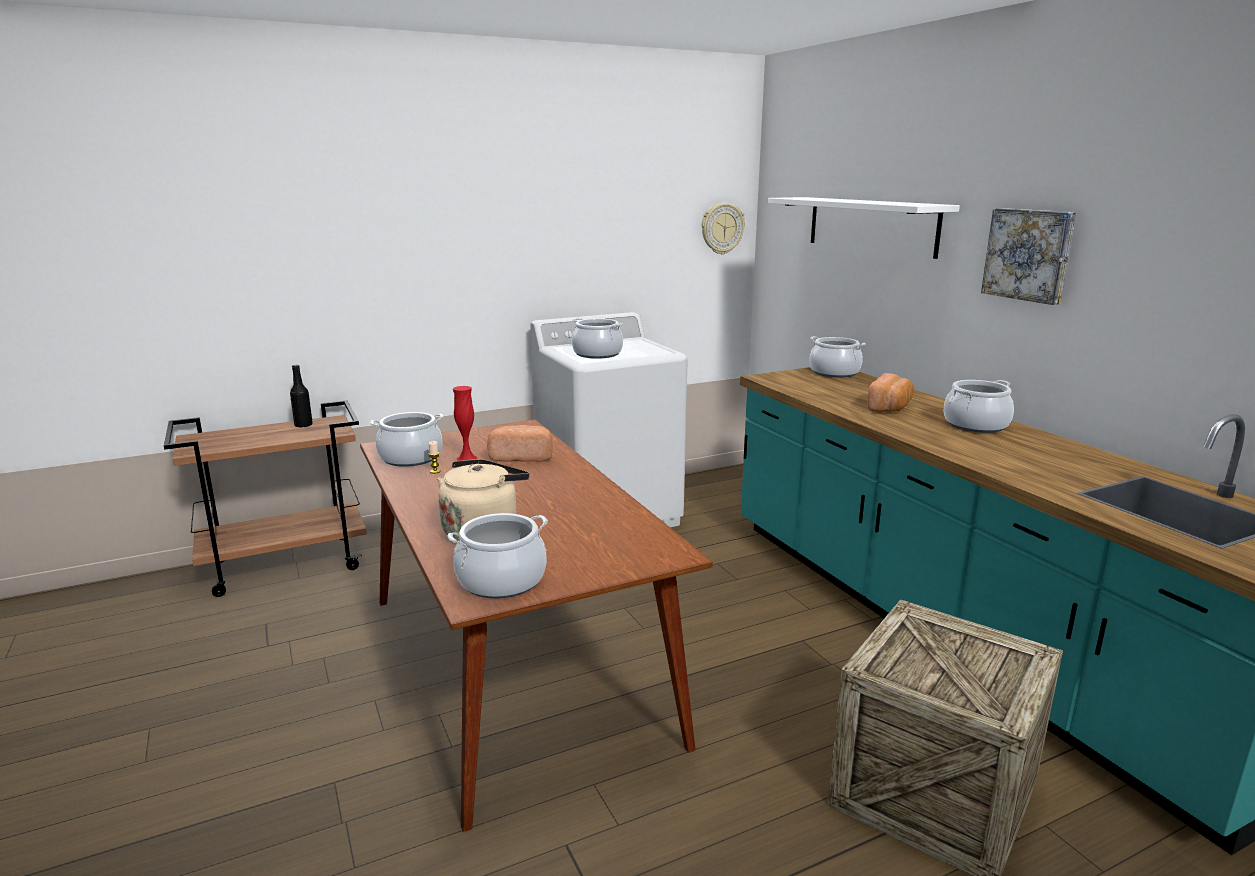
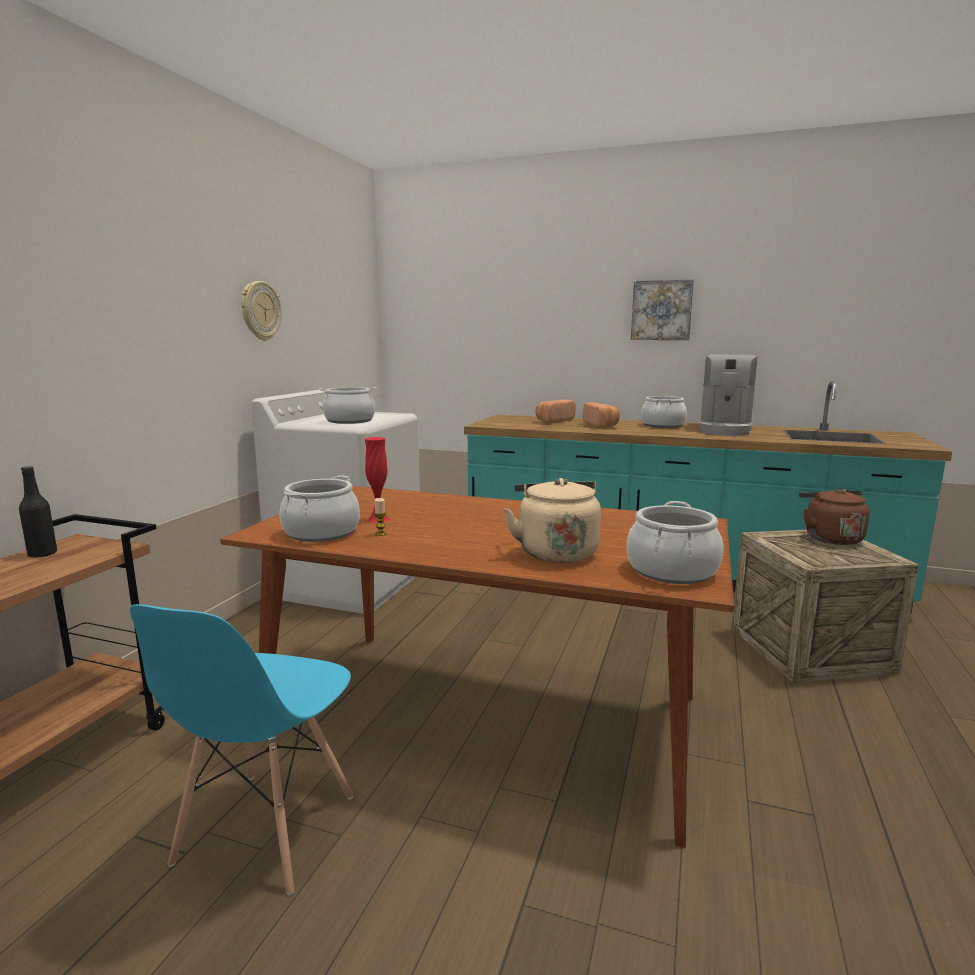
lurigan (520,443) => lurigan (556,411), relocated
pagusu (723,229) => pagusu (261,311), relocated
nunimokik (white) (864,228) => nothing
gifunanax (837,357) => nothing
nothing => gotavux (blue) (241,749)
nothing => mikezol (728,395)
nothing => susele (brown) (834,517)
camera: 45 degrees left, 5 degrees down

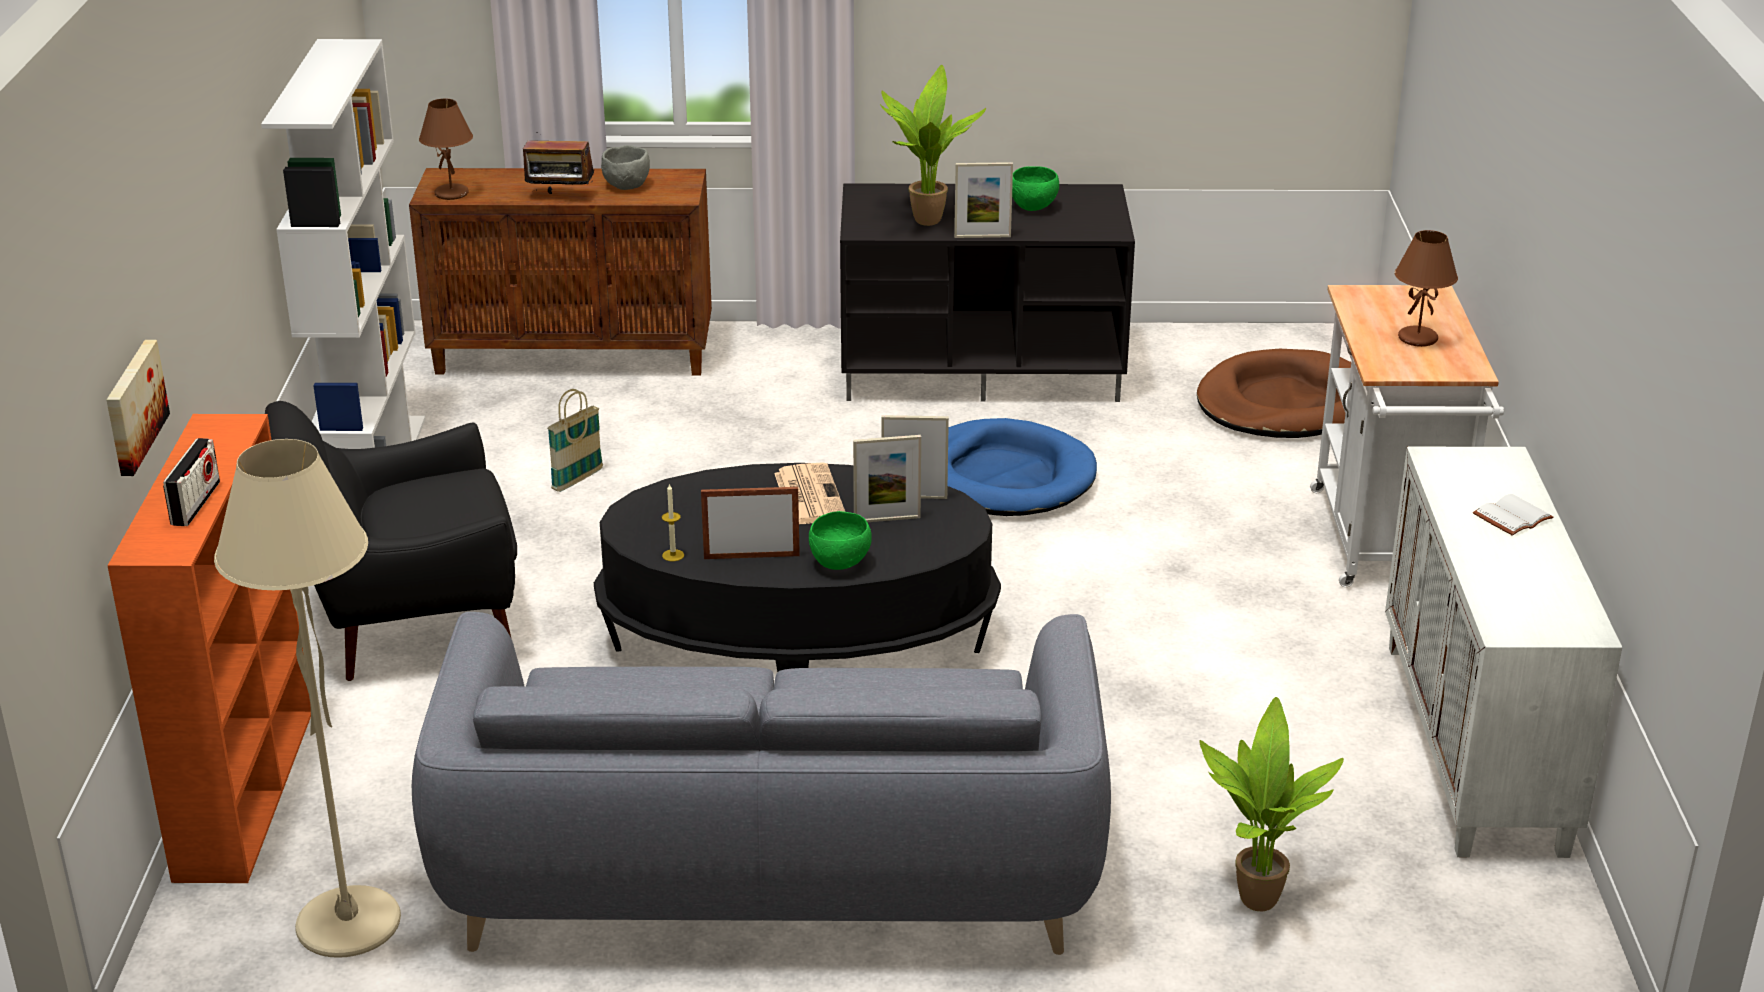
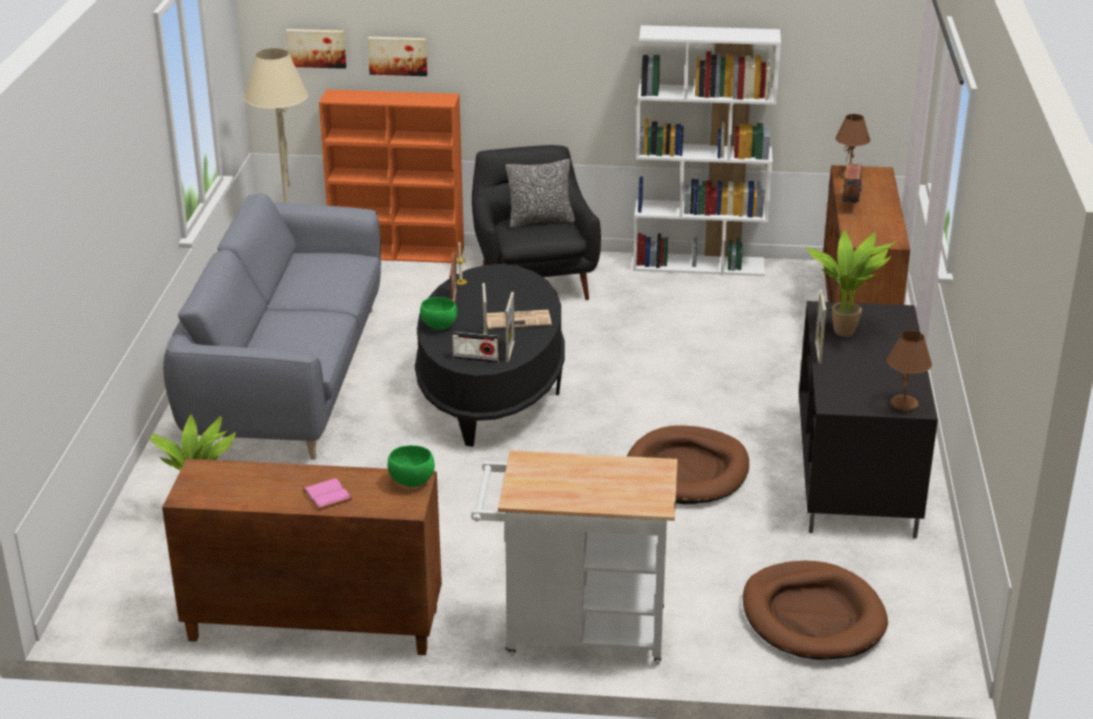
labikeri (191,482) => labikeri (476,347), relocated
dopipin (575,440) => nothing
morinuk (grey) (625,167) => nothing
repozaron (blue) (1022,467) => repozaron (brown) (688,464)
morinuk (green) (1035,188) => morinuk (green) (411,466), relocated
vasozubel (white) (1503,652) => vasozubel (brown) (302,557)
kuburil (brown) (1426,288) => kuburil (brown) (909,370), relocated
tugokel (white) (1513,515) => tugokel (pink) (327,494)
nothing => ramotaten (316,49)
nothing => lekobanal (540,193)
camera: 95 degrees right, 0 degrees up

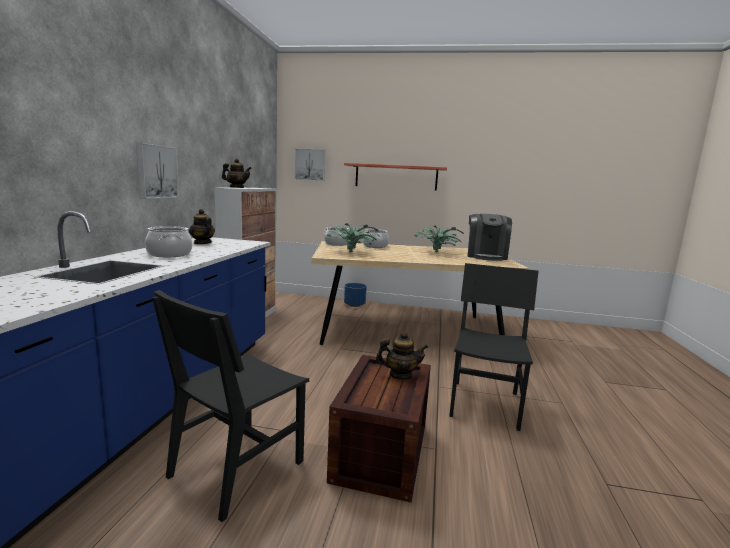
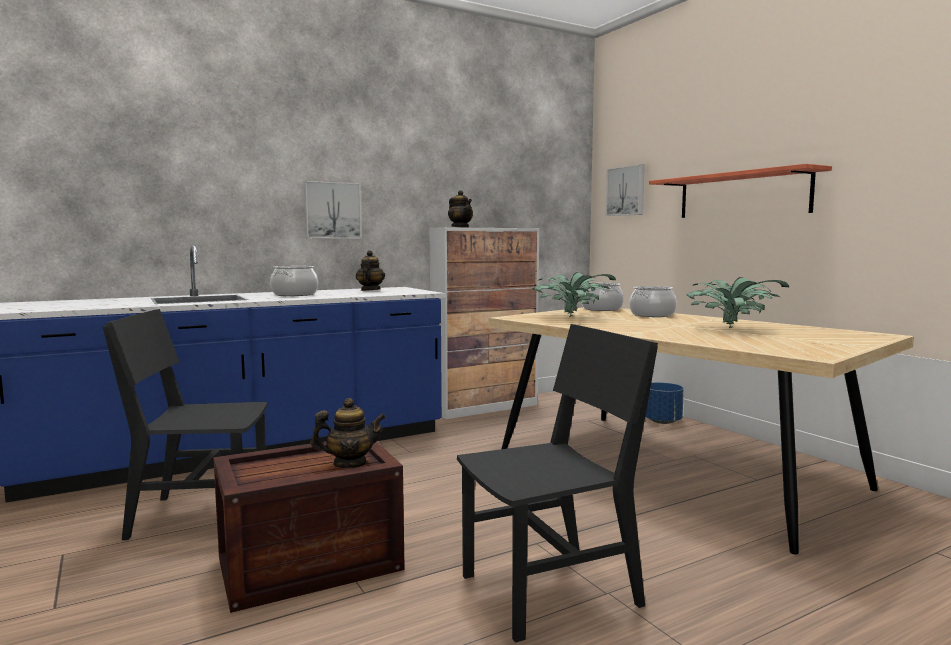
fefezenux (402,356) => fefezenux (348,433), 60 degrees counterclockwise
mikezol (490,237) => nothing
camera: 50 degrees right, 5 degrees down

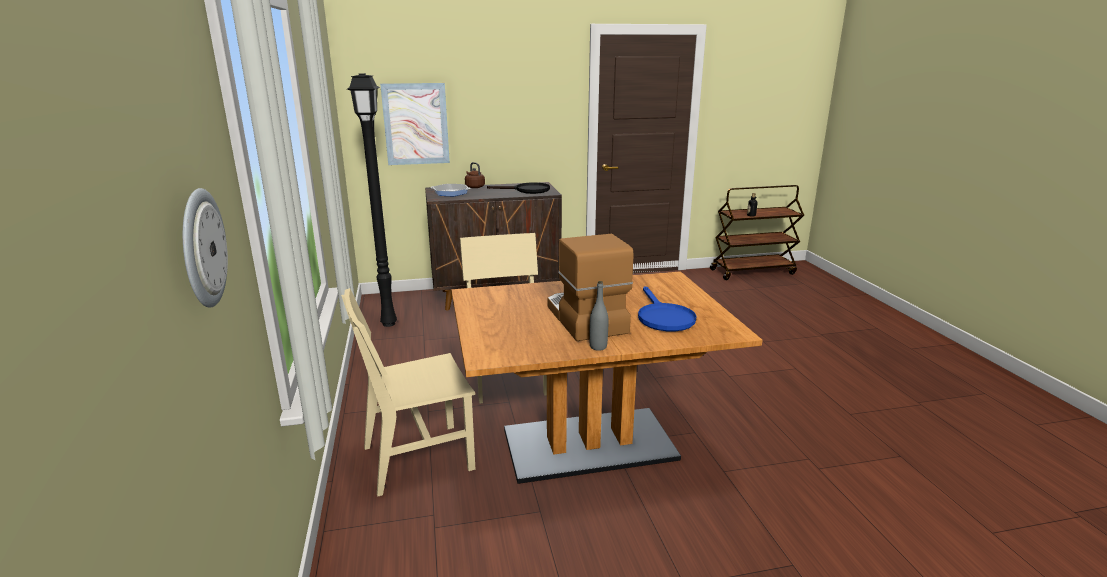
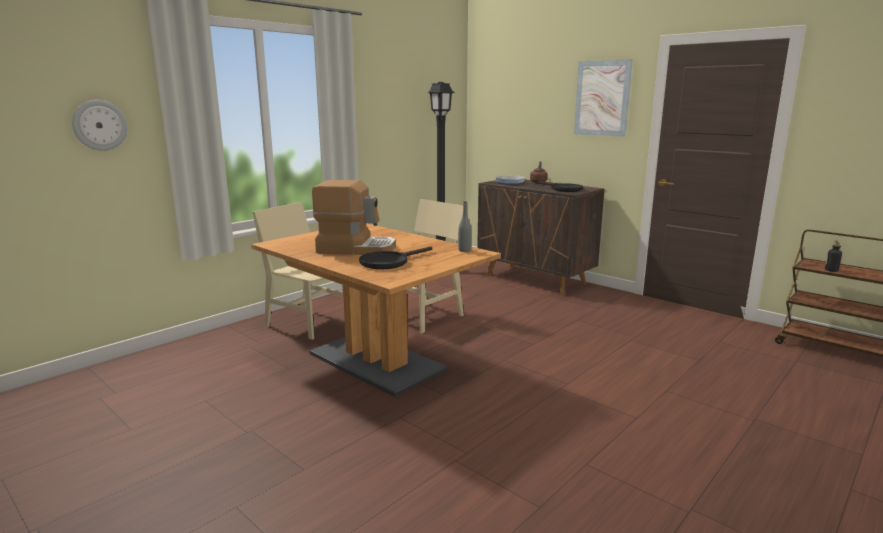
ramotaten (415,124) => ramotaten (603,98), relocated
mikezol (590,287) => mikezol (354,217), 60 degrees clockwise
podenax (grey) (598,316) => podenax (grey) (465,226), relocated
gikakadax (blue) (667,308) => gikakadax (black) (395,257)
camera: 55 degrees right, 5 degrees down

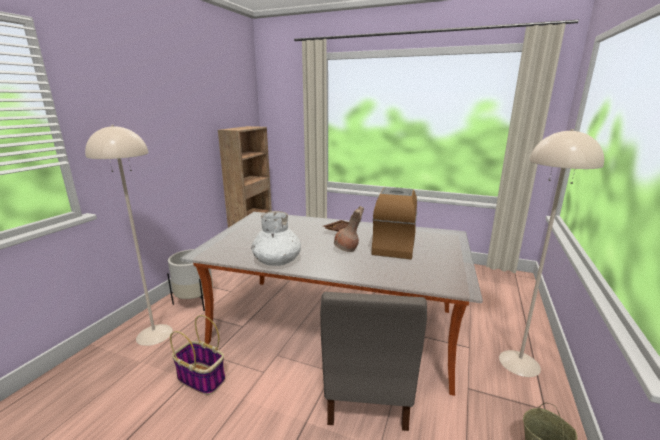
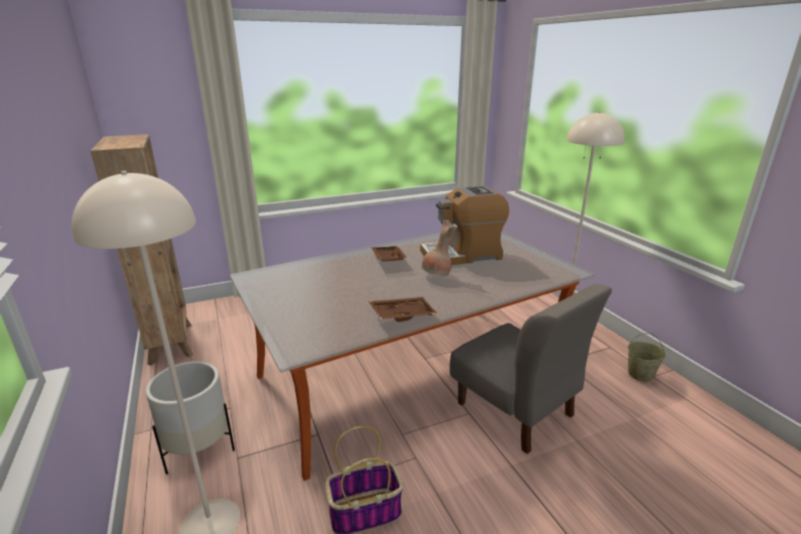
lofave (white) (276,238) => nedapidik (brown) (403,309)
mikezol (394,223) => mikezol (464,225), 75 degrees counterclockwise
camera: 45 degrees left, 5 degrees up

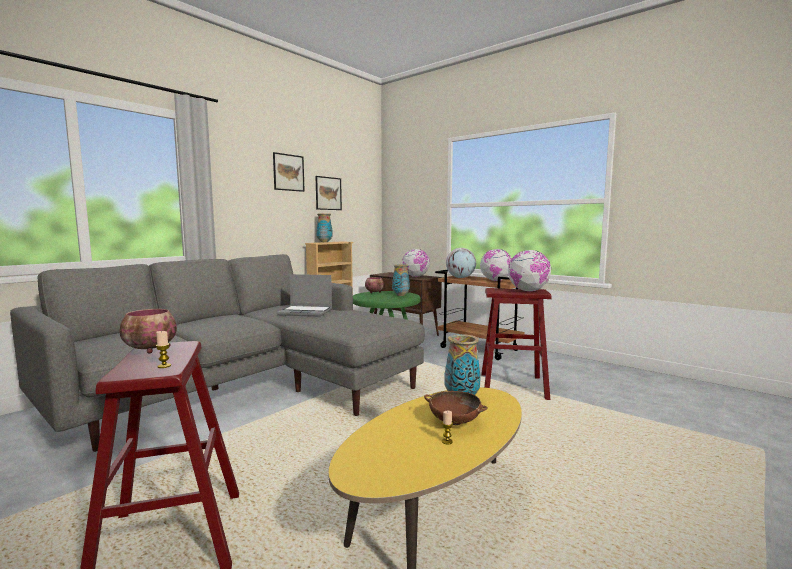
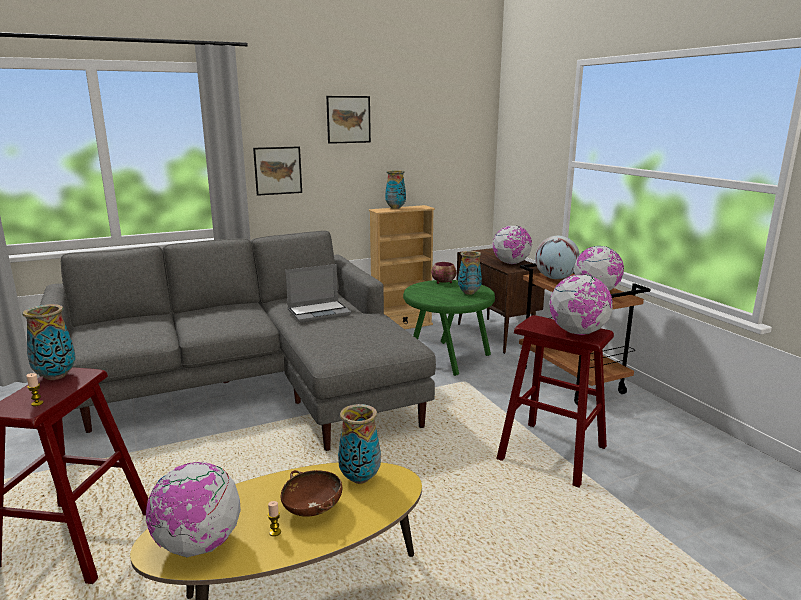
morinuk (148,331) => lofave (49,342)
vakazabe (304,295) => vakazabe (318,293), 60 degrees counterclockwise
ramotaten (329,193) => ramotaten (277,171), relocated
nothing => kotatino (193,509)
camera: 25 degrees right, 10 degrees up

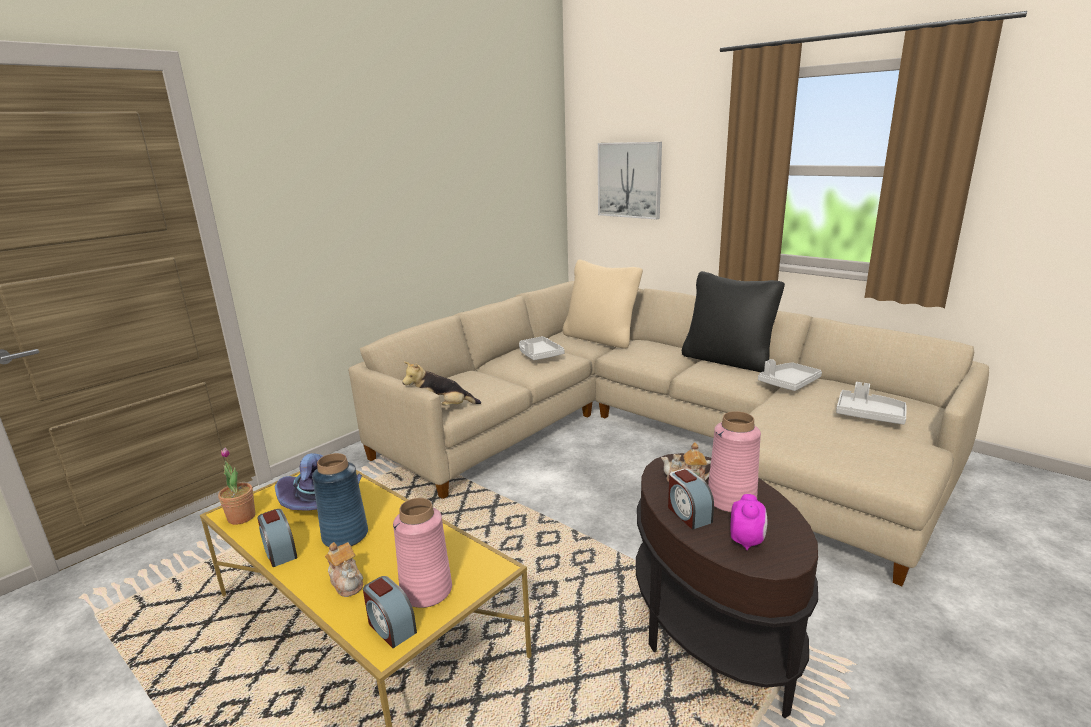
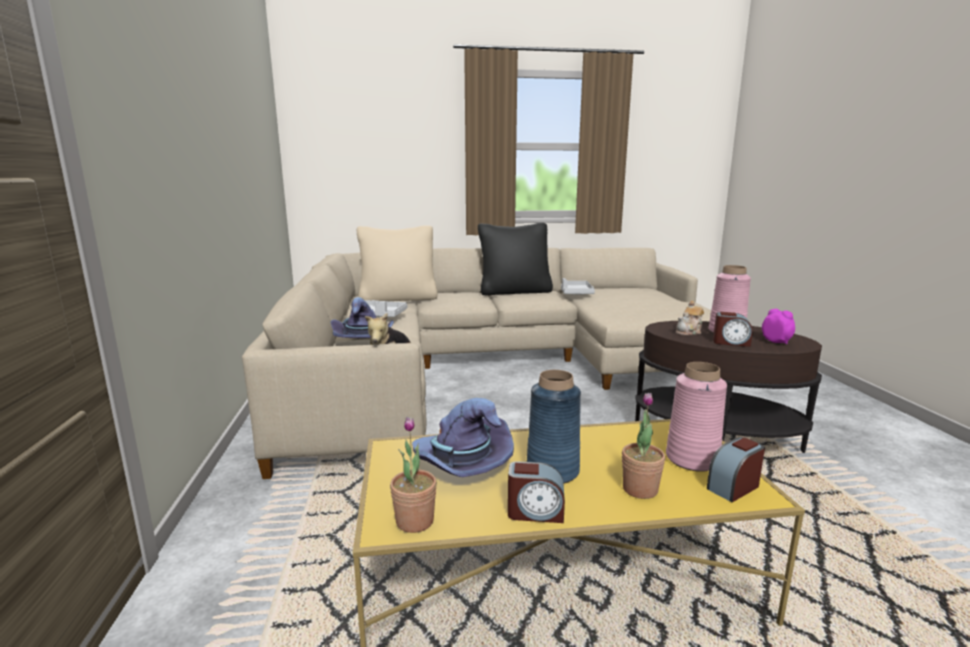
fefezenux (344,569) => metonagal (643,446)
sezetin (390,612) => sezetin (736,469), 150 degrees clockwise
ramotaten (630,181) => nothing
nedapidik (grey) (871,403) => nothing
nothing => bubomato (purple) (362,317)
camera: 50 degrees left, 5 degrees down

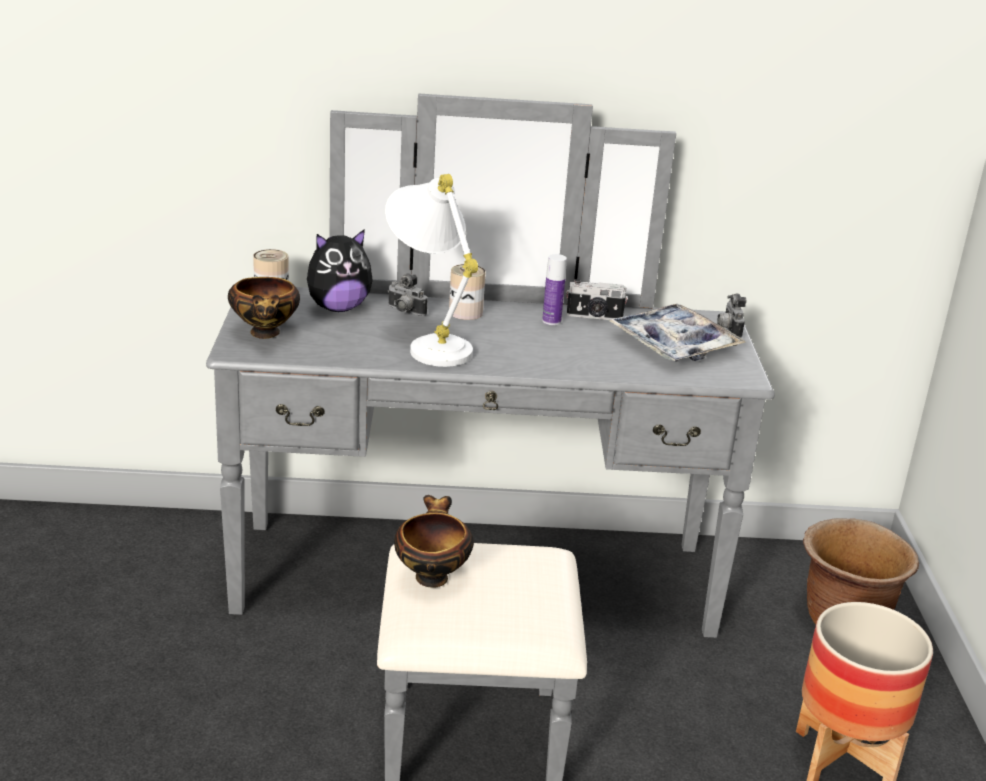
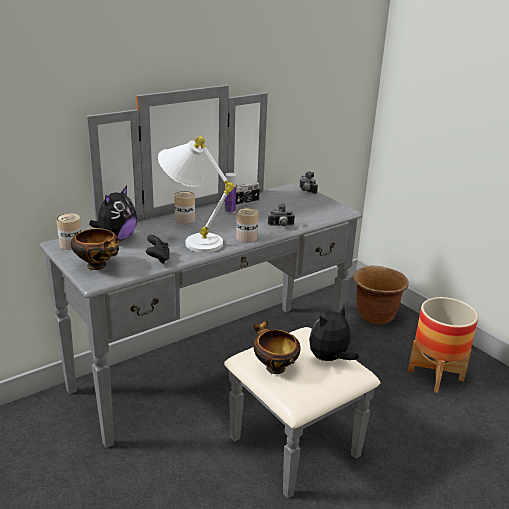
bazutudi (408,295) => bazutudi (281,214), relocated
nedapidik (677,333) => nothing
nothing => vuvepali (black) (158,249)
nothing => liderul (247,225)
nothing => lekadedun (334,333)
camera: 35 degrees left, 0 degrees up

